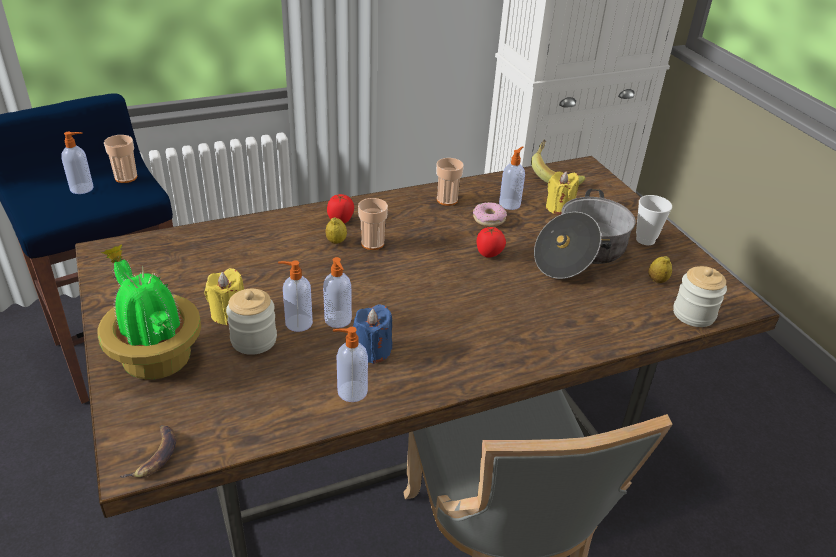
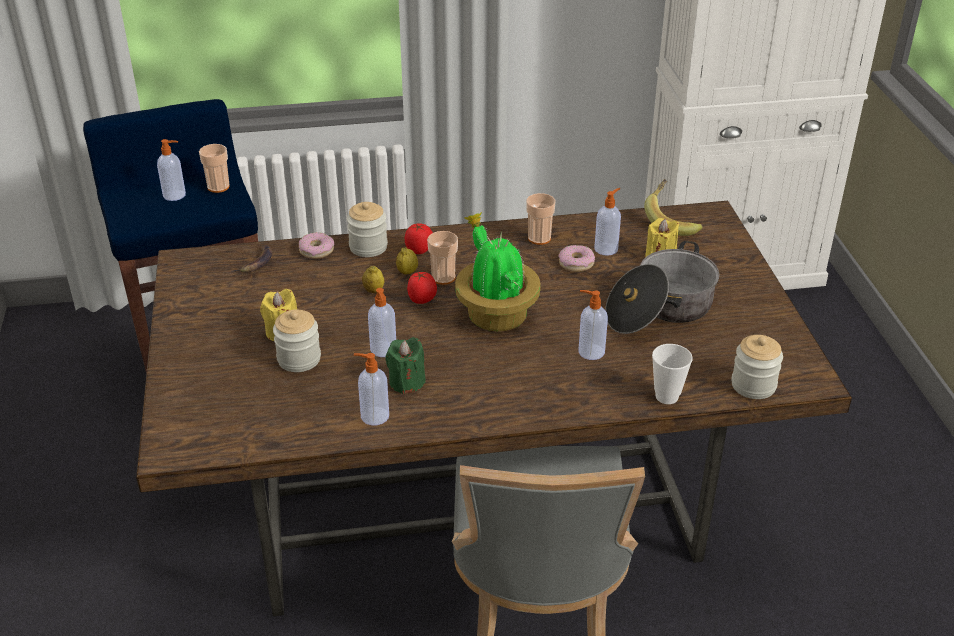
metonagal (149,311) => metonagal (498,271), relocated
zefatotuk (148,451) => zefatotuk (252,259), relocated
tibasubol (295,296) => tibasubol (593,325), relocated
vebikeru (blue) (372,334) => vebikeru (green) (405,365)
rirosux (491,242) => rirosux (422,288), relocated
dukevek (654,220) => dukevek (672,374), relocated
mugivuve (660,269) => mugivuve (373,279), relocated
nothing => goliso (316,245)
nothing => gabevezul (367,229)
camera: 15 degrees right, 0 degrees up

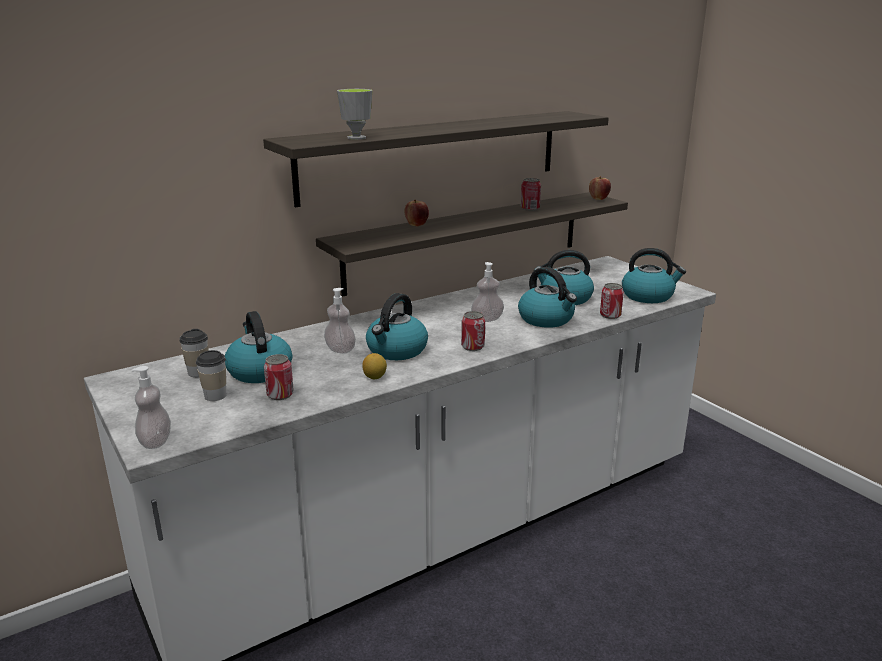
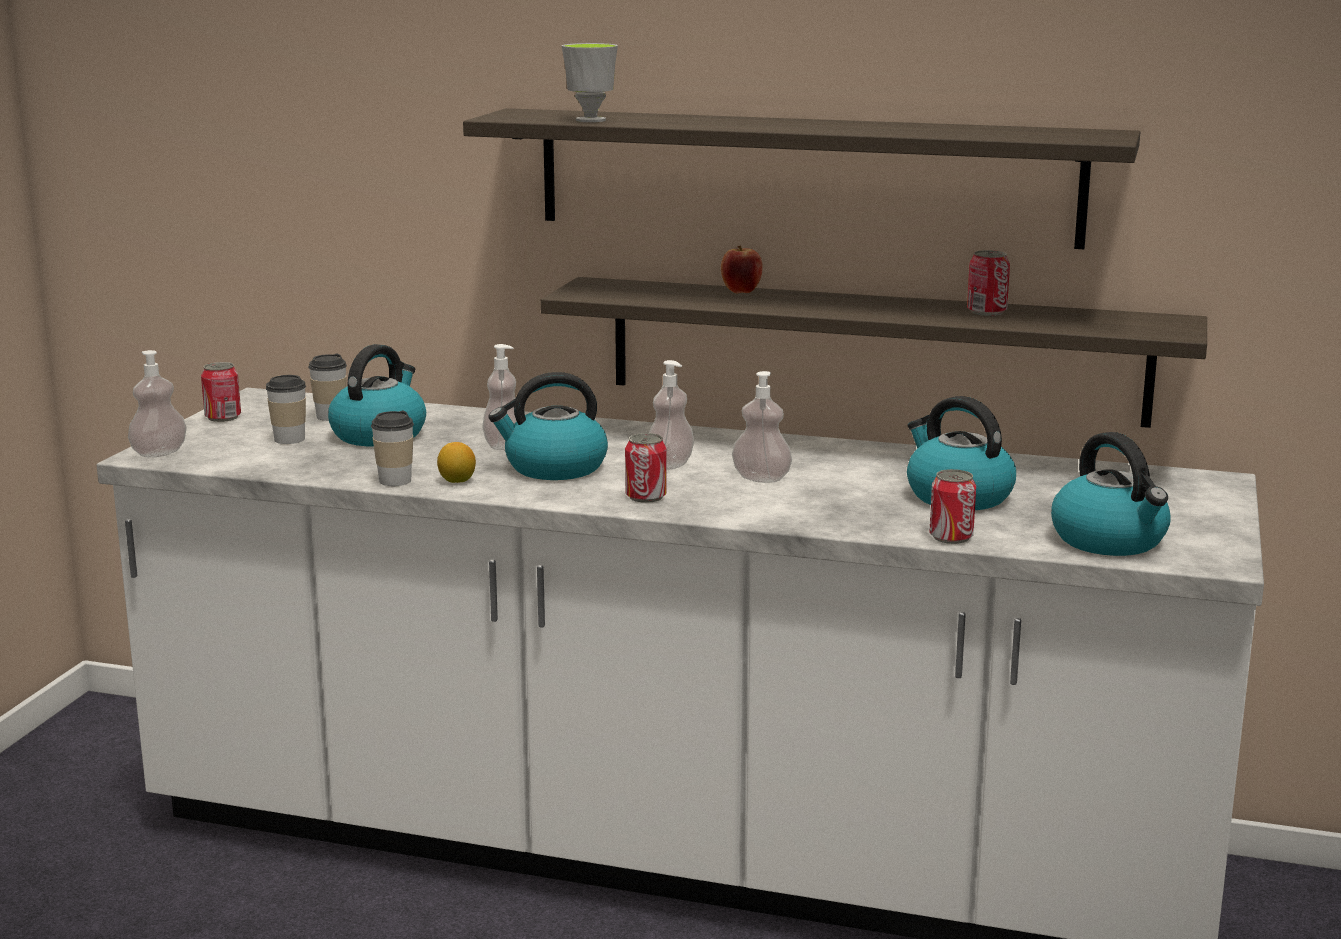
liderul (279,377) => liderul (221,392), relocated
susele (547,297) => nothing
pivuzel (600,188) => nothing
nothing => dukevek (392,448)
nothing => tibasubol (671,415)
camera: 50 degrees right, 5 degrees down

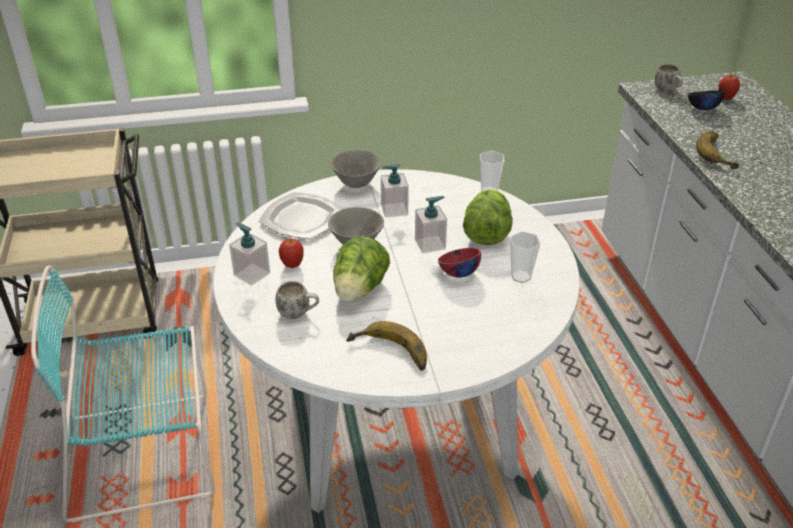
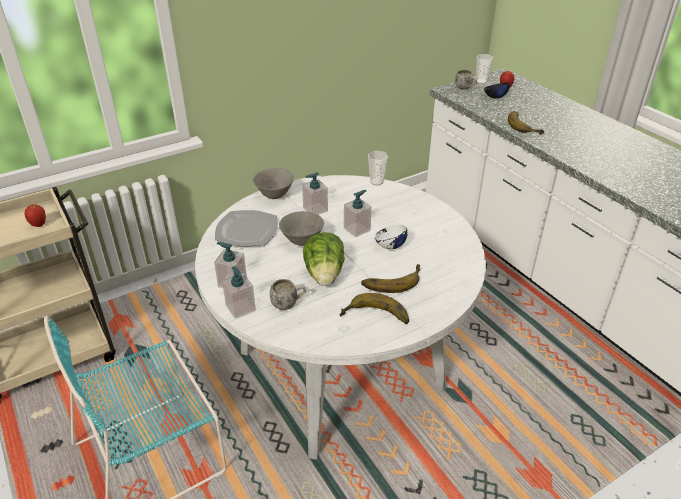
pivuzel (291,253) => pivuzel (35,215), relocated
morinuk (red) (459,263) => morinuk (white) (391,236)
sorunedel (488,217) => nothing
dukevek (525,257) => dukevek (485,69), relocated
nothing => tibasubol (239,292)
nothing => zefatotuk (390,278)
camera: 20 degrees left, 0 degrees up

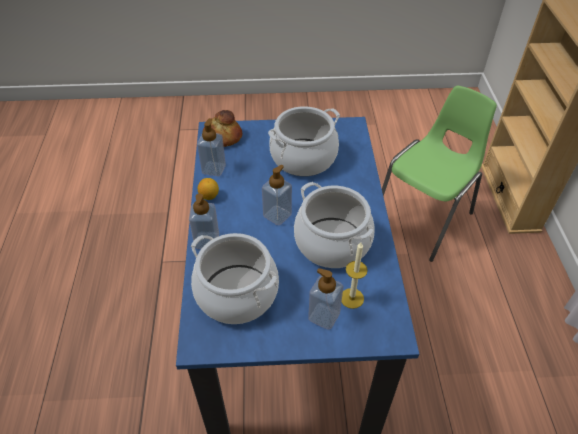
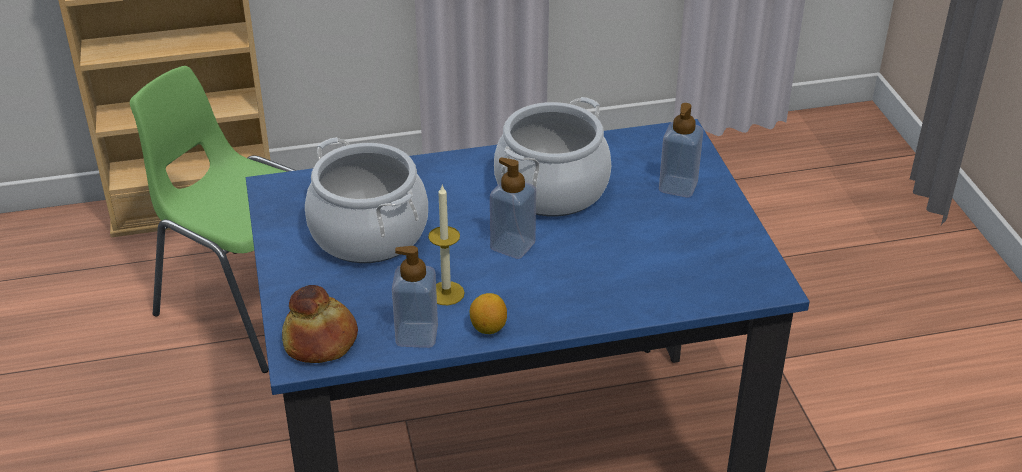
tibasubol (204,221) => nothing
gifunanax (235,278) => nothing
vebikeru (355,275) => vebikeru (446,245), relocated
camera: 100 degrees left, 10 degrees down

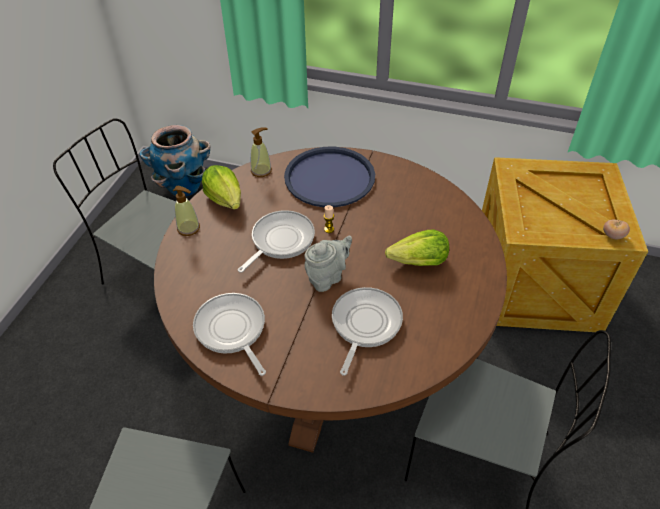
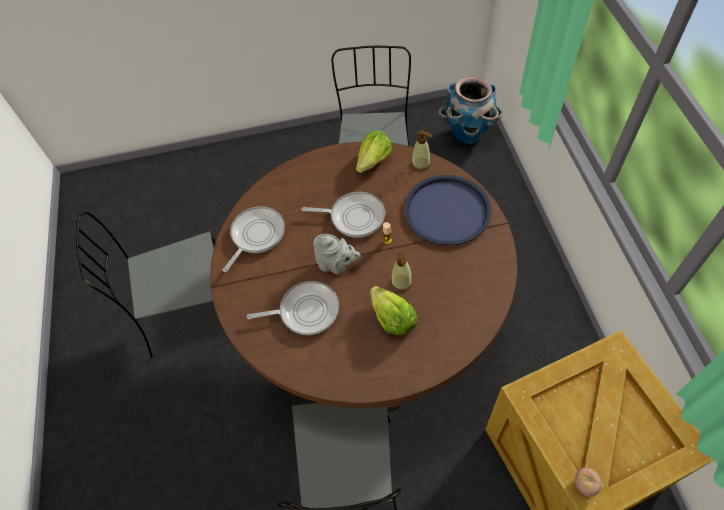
tibasubol (186,211) => tibasubol (401,271), relocated
camera: 65 degrees right, 10 degrees up

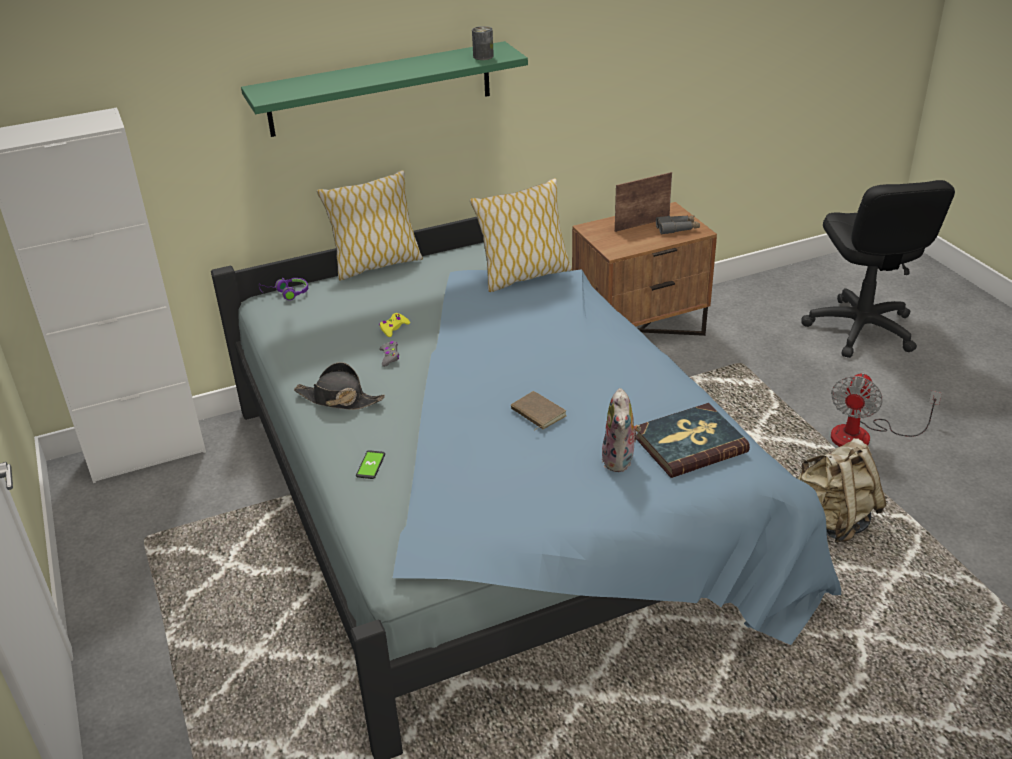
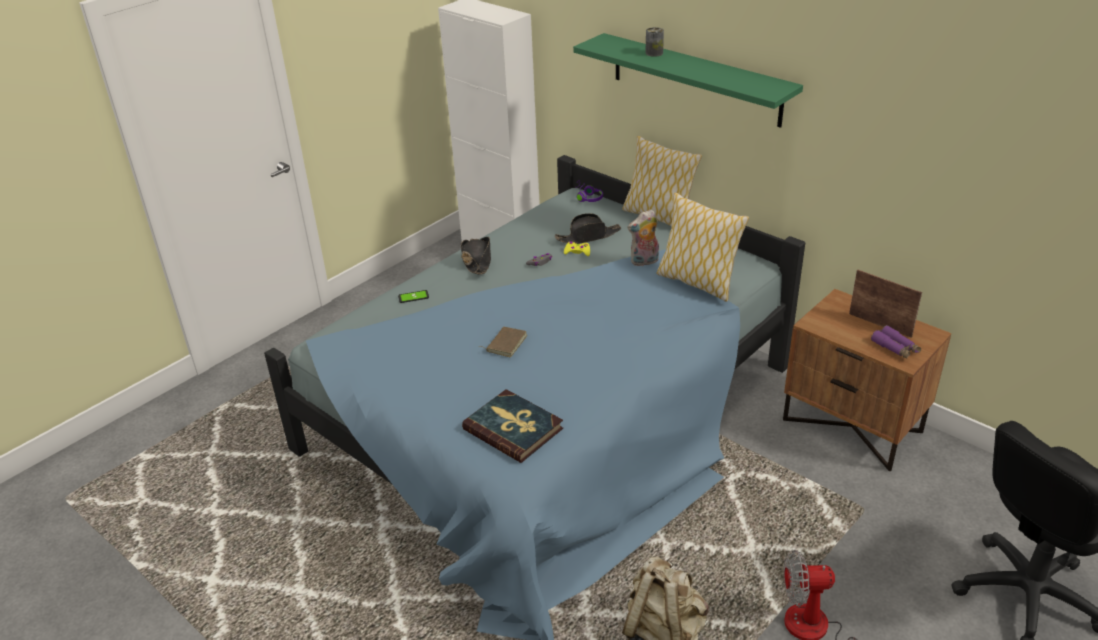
liderul (483,43) => liderul (654,42), relocated
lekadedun (621,430) => lekadedun (643,237), relocated
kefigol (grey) (678,225) => kefigol (purple) (896,342)
nothing => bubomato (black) (588,228)
camera: 65 degrees right, 0 degrees up

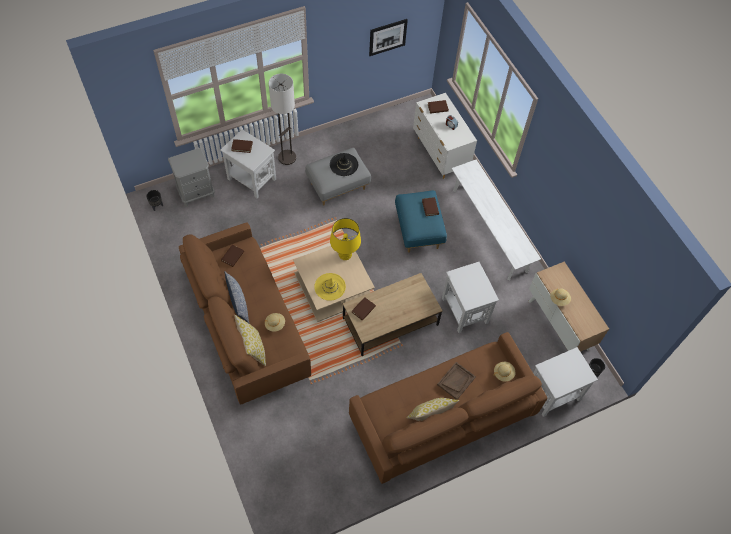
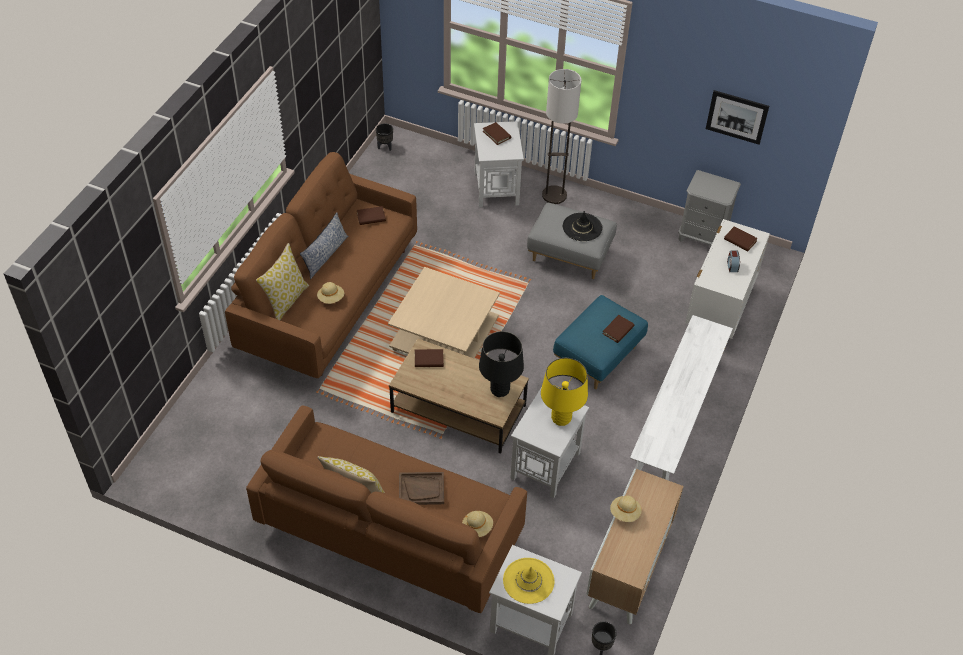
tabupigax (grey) (191,177) => tabupigax (grey) (709,207), relocated
bubomato (yellow) (330,287) => bubomato (yellow) (528,581), relocated
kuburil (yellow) (345,239) => kuburil (yellow) (564,392), relocated
nothing => kuburil (black) (501,364)
camera: 50 degrees right, 10 degrees down

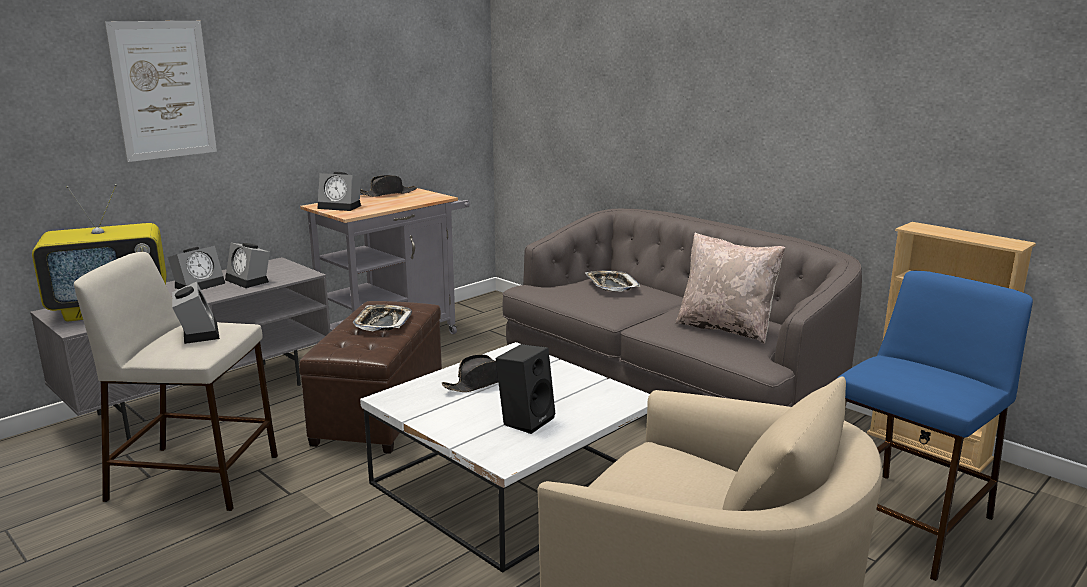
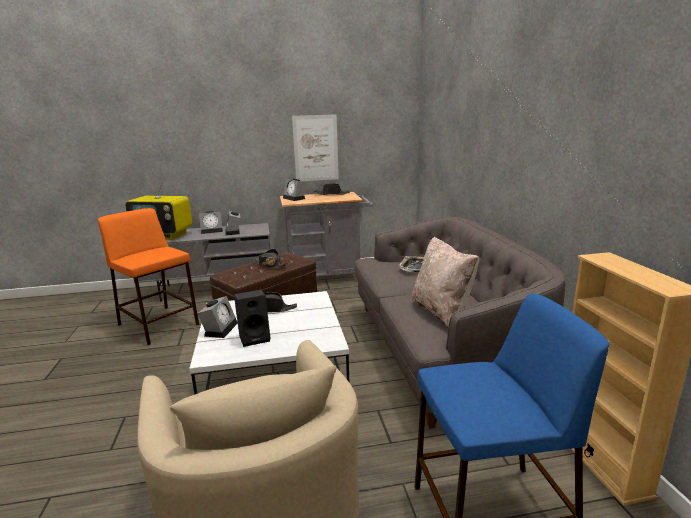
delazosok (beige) (176,381) => delazosok (orange) (148,276)
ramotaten (161,91) => ramotaten (315,147), relocated
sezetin (196,313) => sezetin (218,317), relocated
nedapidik (382,318) => bubomato (black) (270,258)
camera: 35 degrees right, 0 degrees up

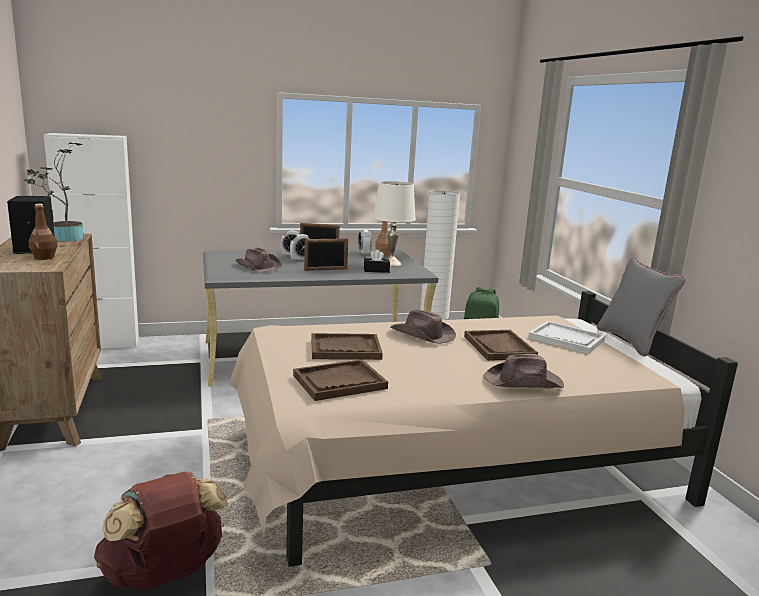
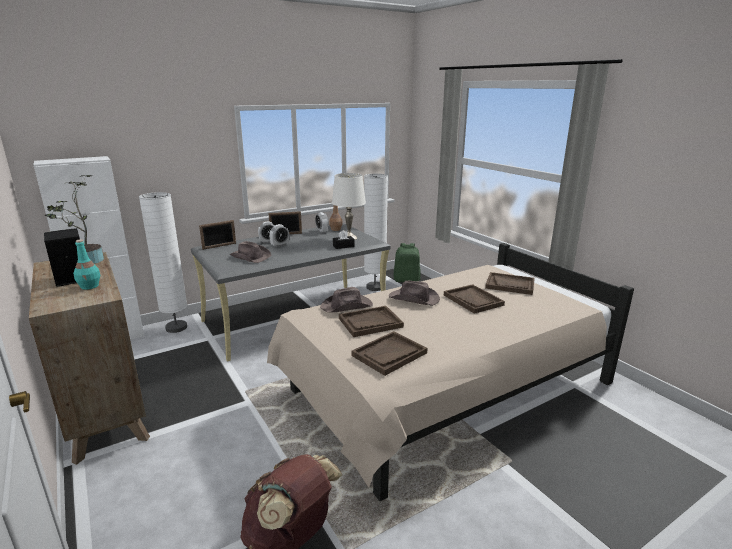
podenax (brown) (42,232) => podenax (turquoise) (86,264)
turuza (326,254) => turuza (217,235), relocated
bubomato (brown) (523,371) => bubomato (brown) (346,300), relocated
nedapidik (white) (567,337) => nedapidik (brown) (510,283)
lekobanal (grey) (641,306) => nothing
nothing => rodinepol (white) (163,262)
camera: 15 degrees left, 5 degrees up

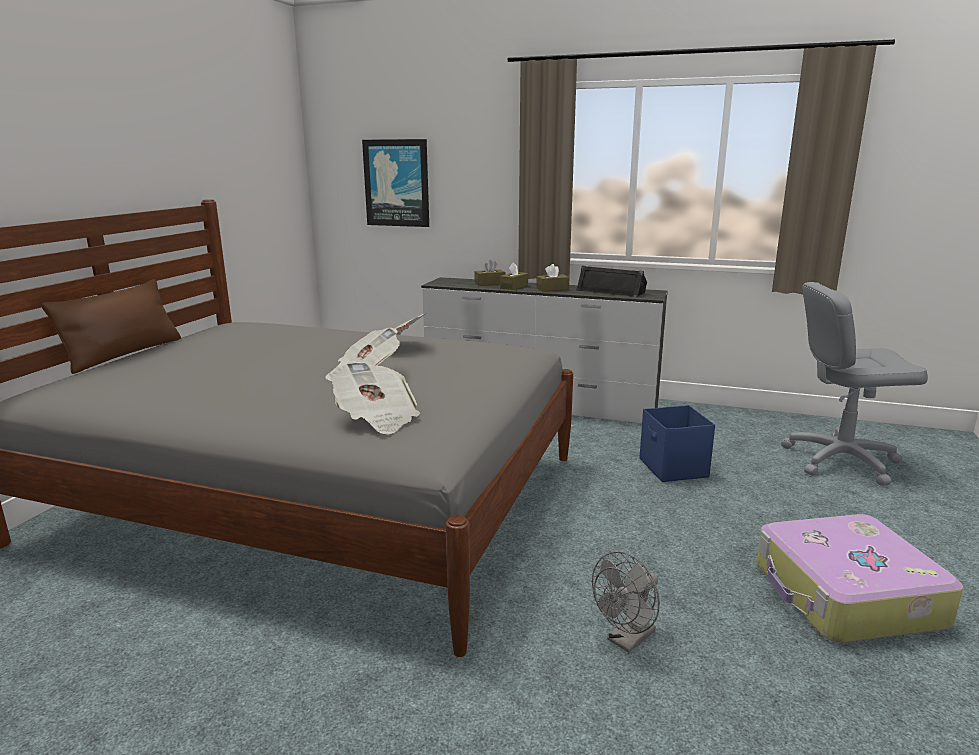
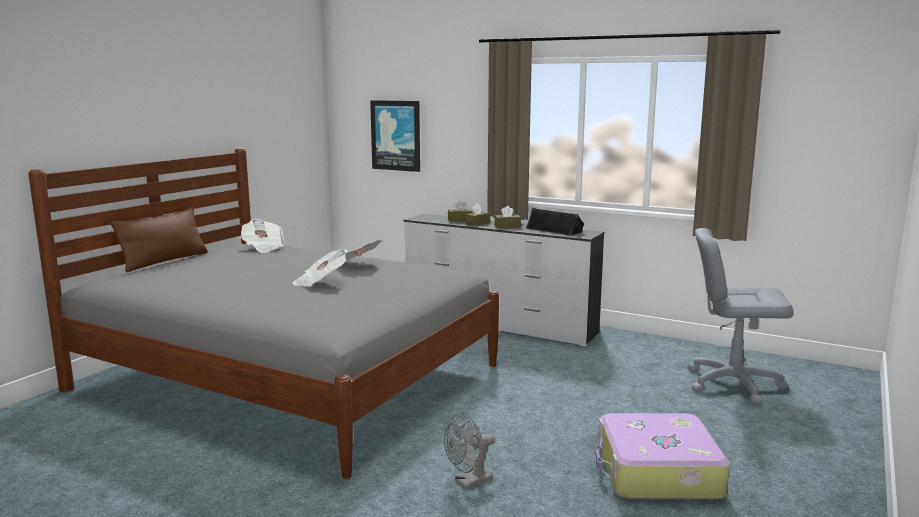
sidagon (375,398) => sidagon (262,236), relocated
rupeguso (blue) (677,443) => nothing
camera: 10 degrees right, 5 degrees down

